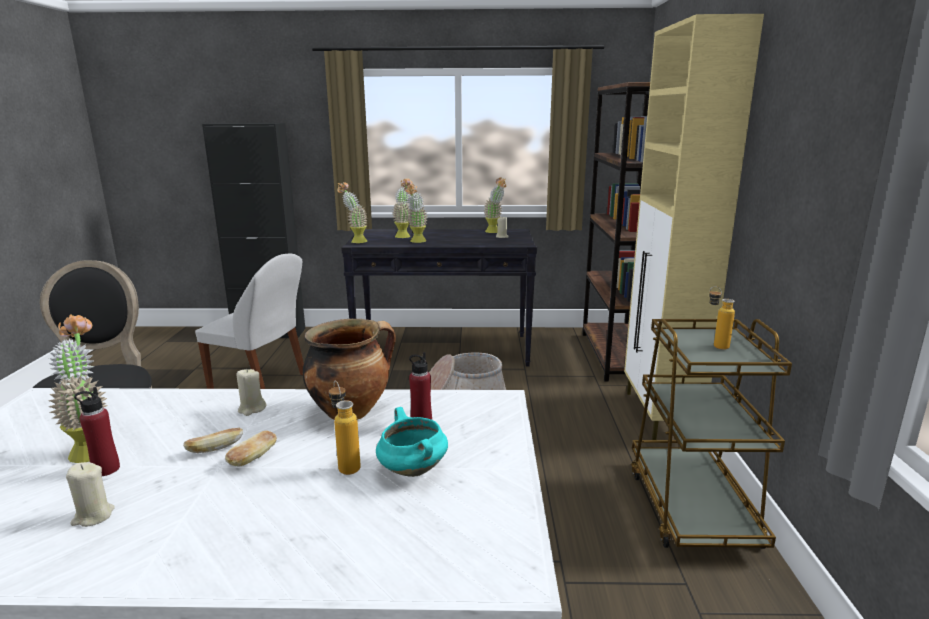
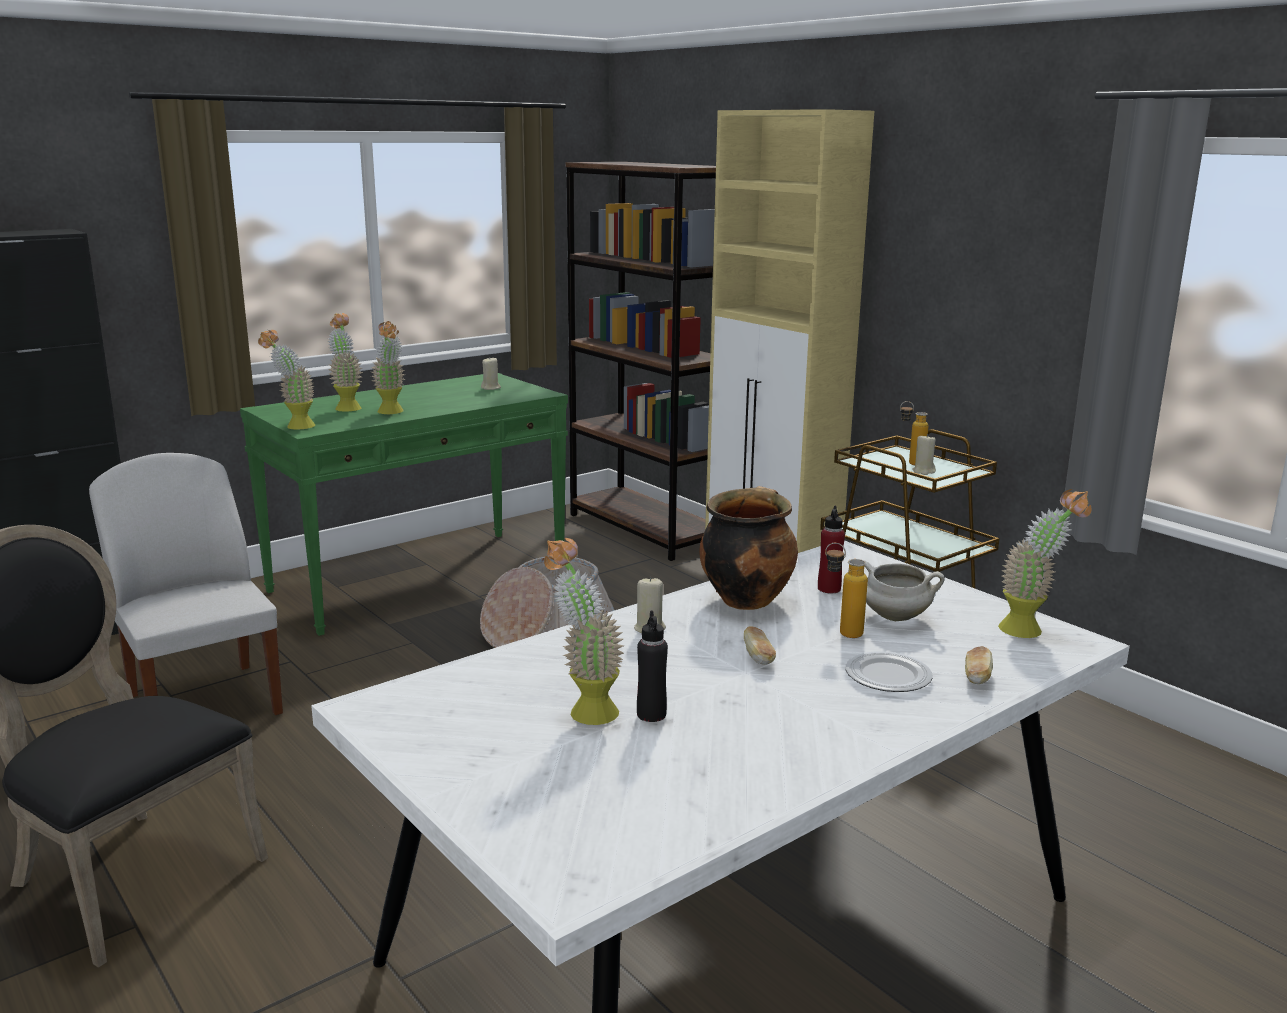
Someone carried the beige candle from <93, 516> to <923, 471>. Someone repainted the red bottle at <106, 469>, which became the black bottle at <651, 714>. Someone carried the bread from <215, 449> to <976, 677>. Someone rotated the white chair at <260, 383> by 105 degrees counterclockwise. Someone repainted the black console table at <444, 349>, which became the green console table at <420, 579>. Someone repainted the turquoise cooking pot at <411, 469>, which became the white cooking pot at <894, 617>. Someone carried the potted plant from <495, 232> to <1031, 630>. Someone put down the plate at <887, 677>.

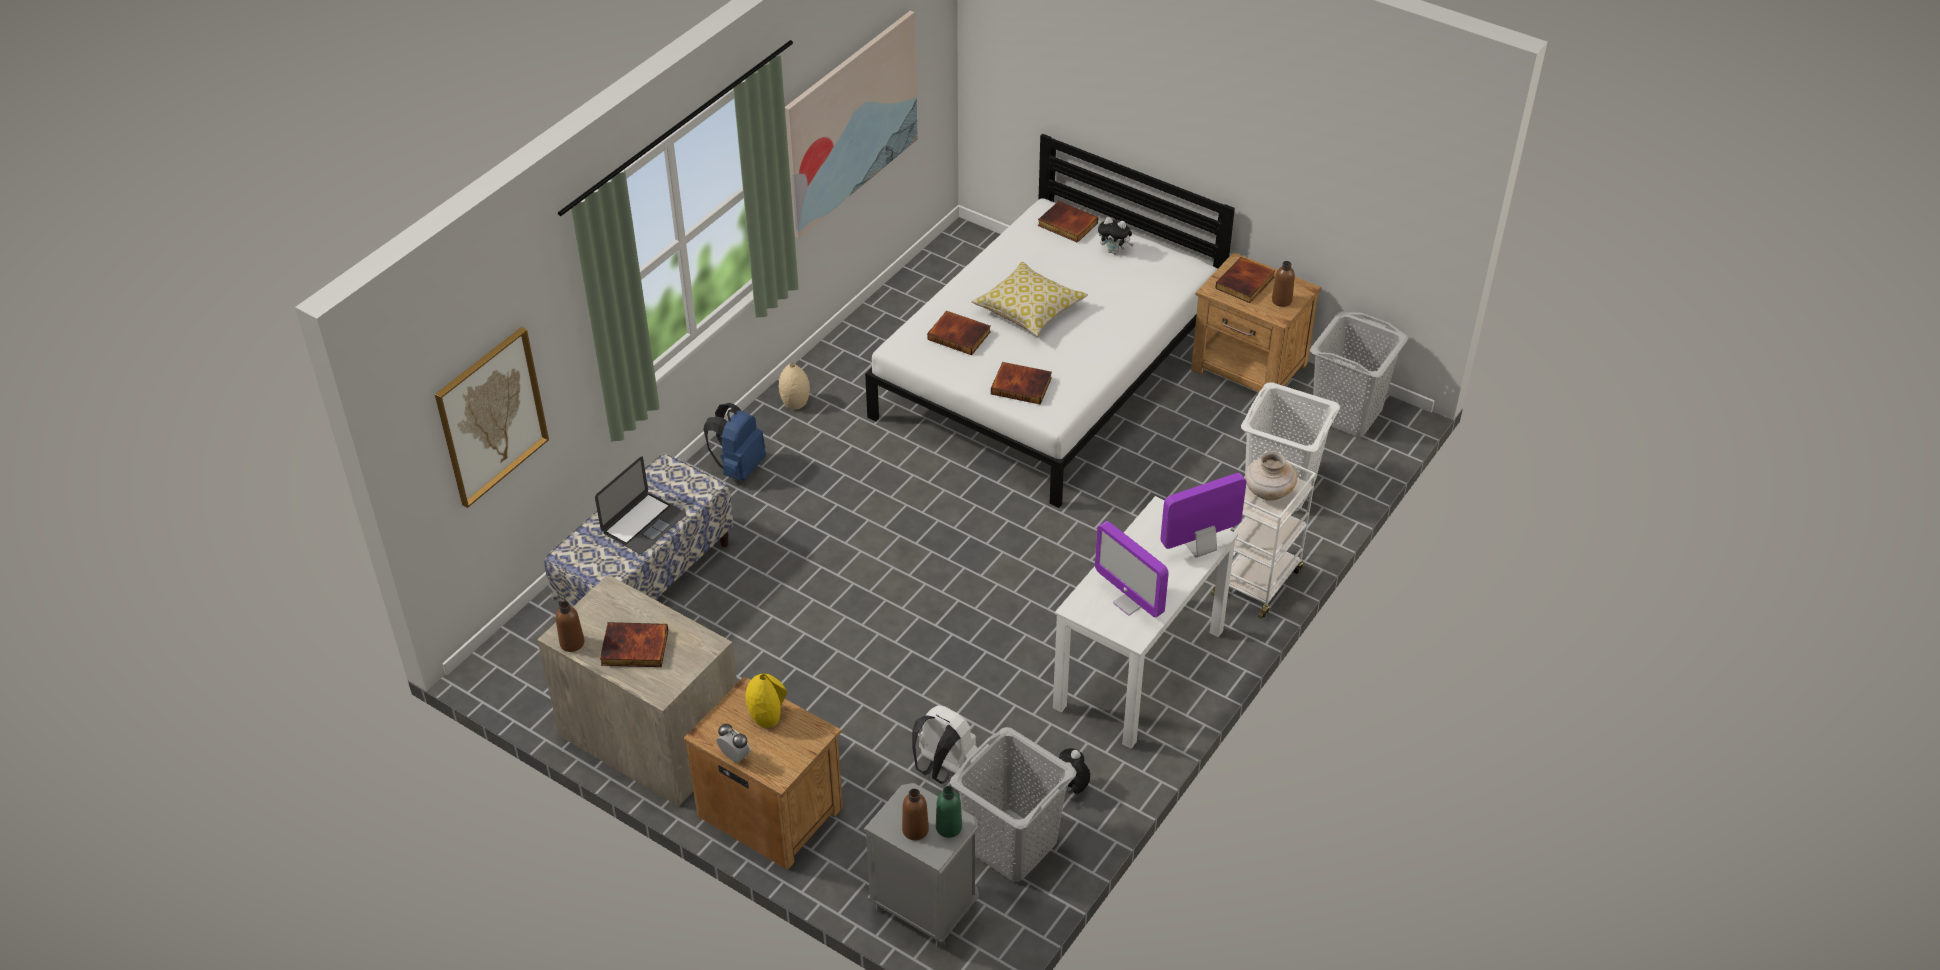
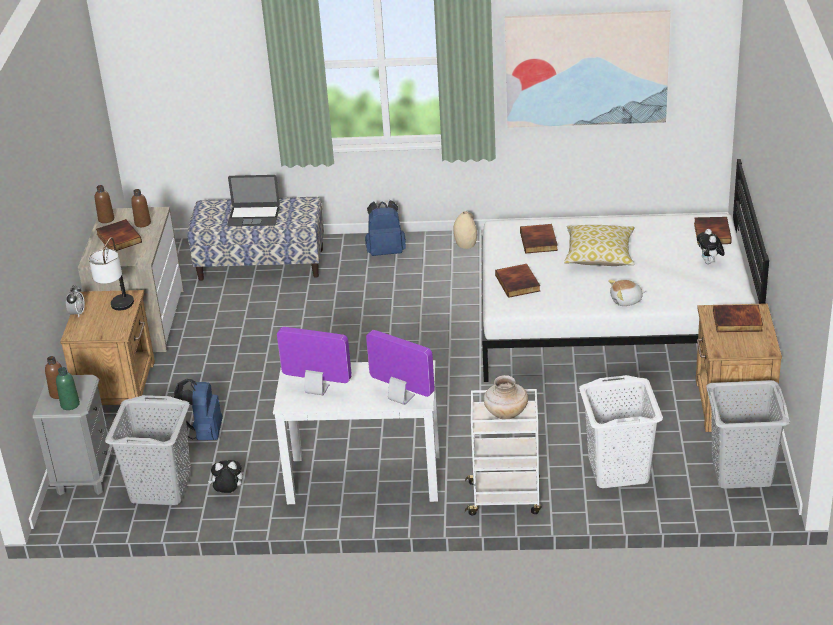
Someone took away the picture at <491, 416>. Someone swapped the yellow vase at <767, 715> for the table lamp at <118, 310>. Someone repainted the white backpack at <943, 768>, which became the blue backpack at <204, 434>. Someone rotated the monitor at <1129, 603> by 90 degrees clockwise. Someone carried the brown bottle from <1281, 300> to <142, 223>. Someone put down the plush toy at <626, 300>.

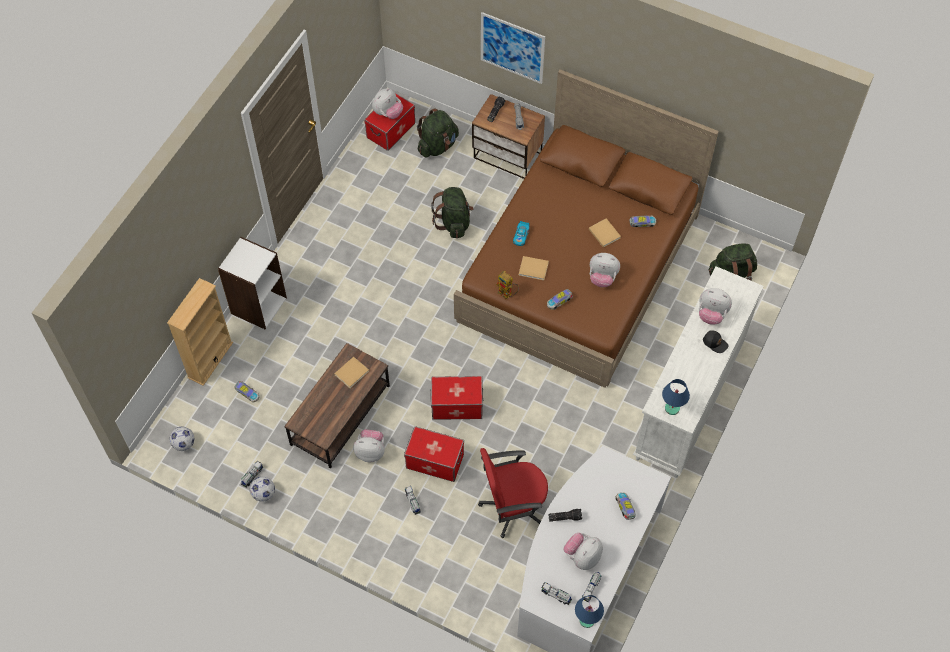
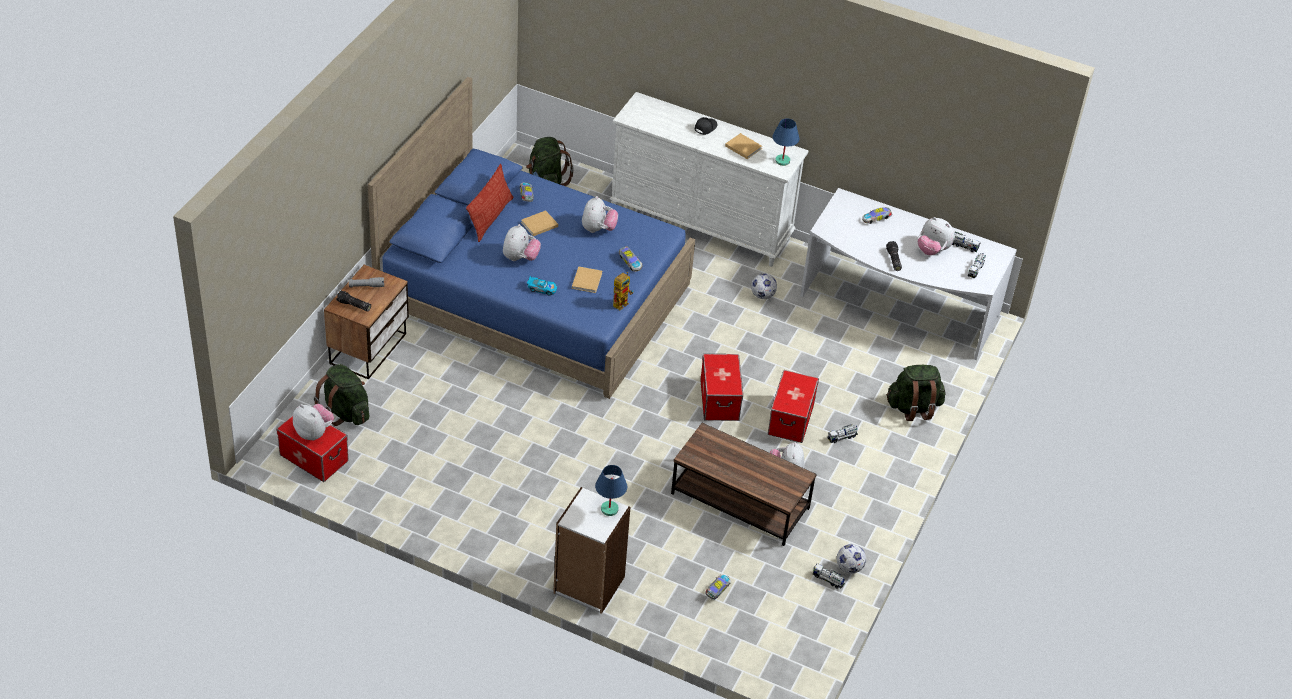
Someone took away the beige bookcase at <210, 360>. Someone carried the football from <184, 444> to <762, 295>. Someone carried the beige book from <352, 372> to <742, 147>. Someone carried the green backpack from <454, 222> to <913, 407>. Someone repainted the brown bed at <579, 267>, which became the blue bed at <534, 295>. Someone took away the red office chair at <512, 506>. Someone took away the picture at <512, 48>. Someone carried the blue table lamp from <587, 620> to <610, 509>. Someone carried the plush toy from <711, 314> to <520, 258>. Someone put down the pillow at <490, 218>.

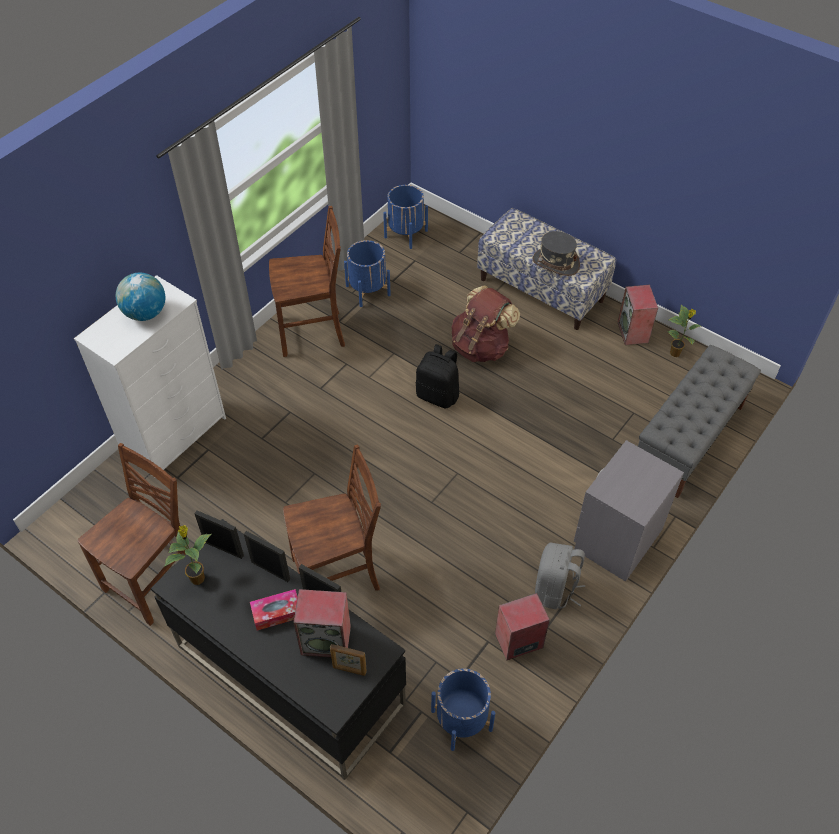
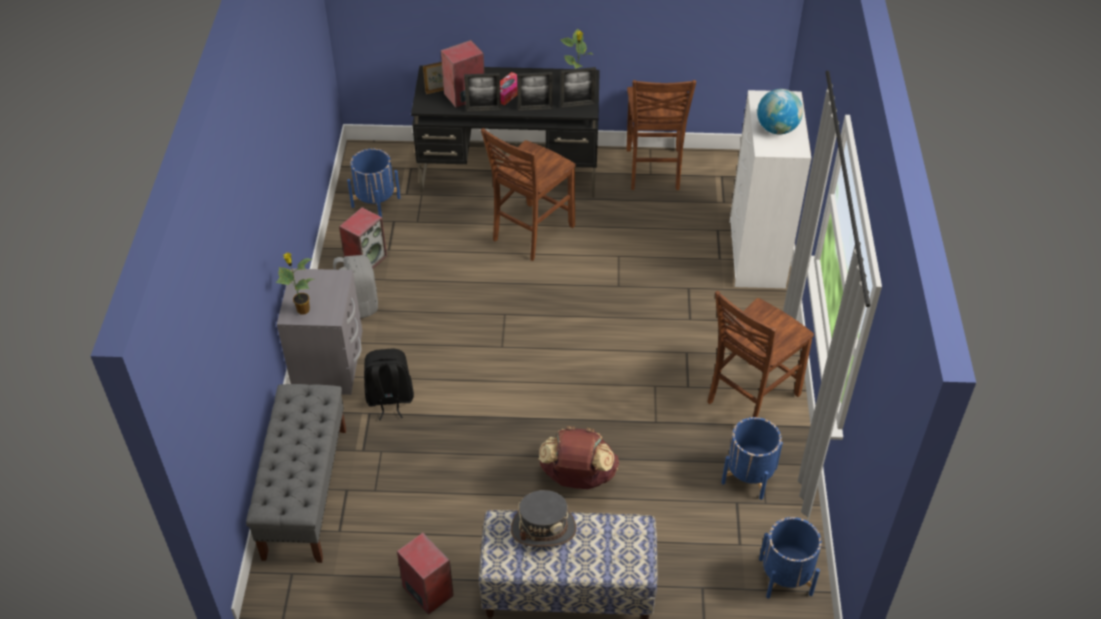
Someone carried the black backpack from <438, 395> to <389, 399>. Someone carried the potted plant from <676, 353> to <302, 310>.

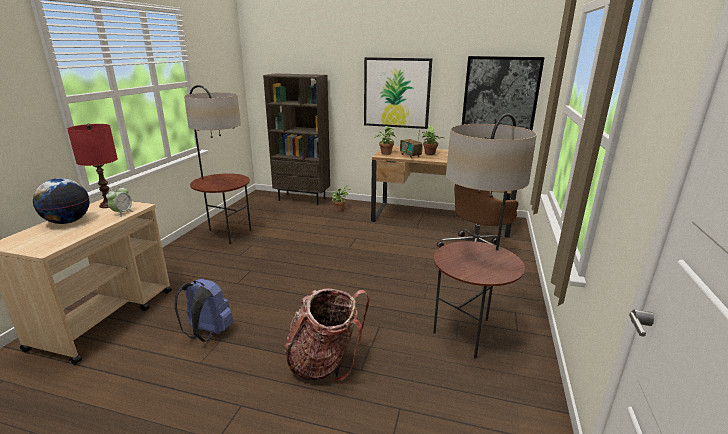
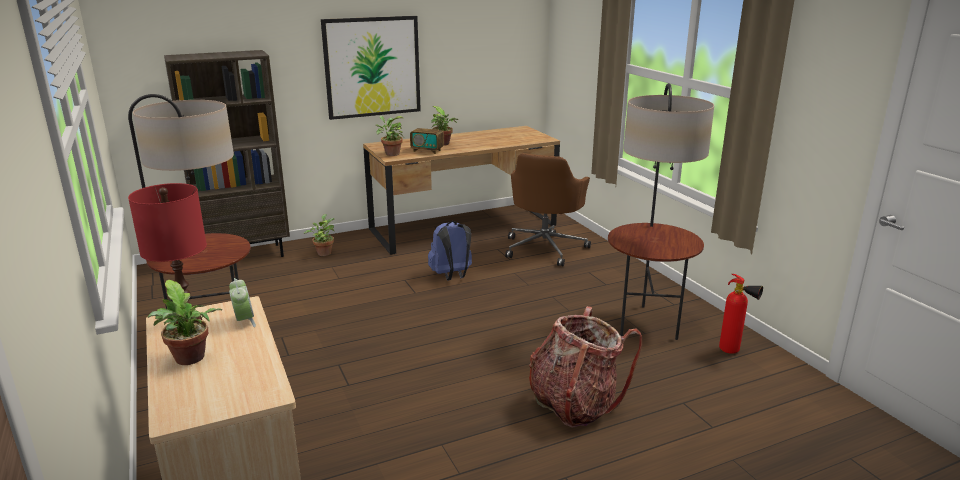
Someone swapped the globe at <68, 222> for the potted plant at <191, 360>. Someone carried the blue backpack from <207, 333> to <452, 276>. Someone took away the picture at <500, 94>. Someone put down the fire extinguisher at <733, 352>.

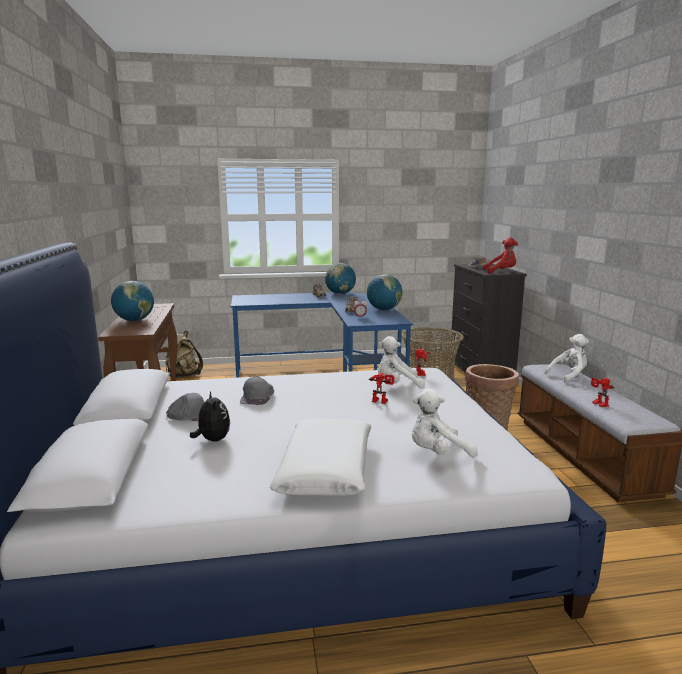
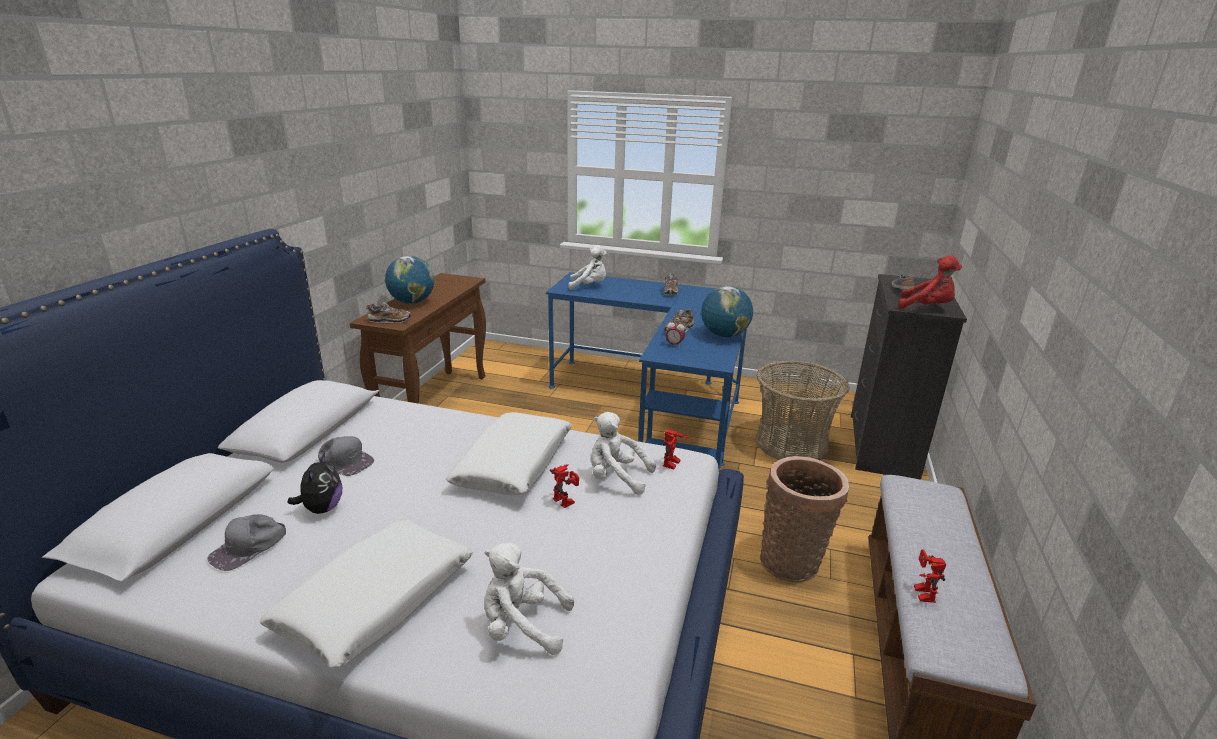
Someone took away the beige backpack at <183, 376>. Someone carried the grey cap from <258, 397> to <249, 547>. Someone took away the globe at <340, 294>. Someone carried the white plush toy from <569, 376> to <589, 286>. Someone put down the shoe at <389, 320>. Someone put down the white pillow at <514, 465>.

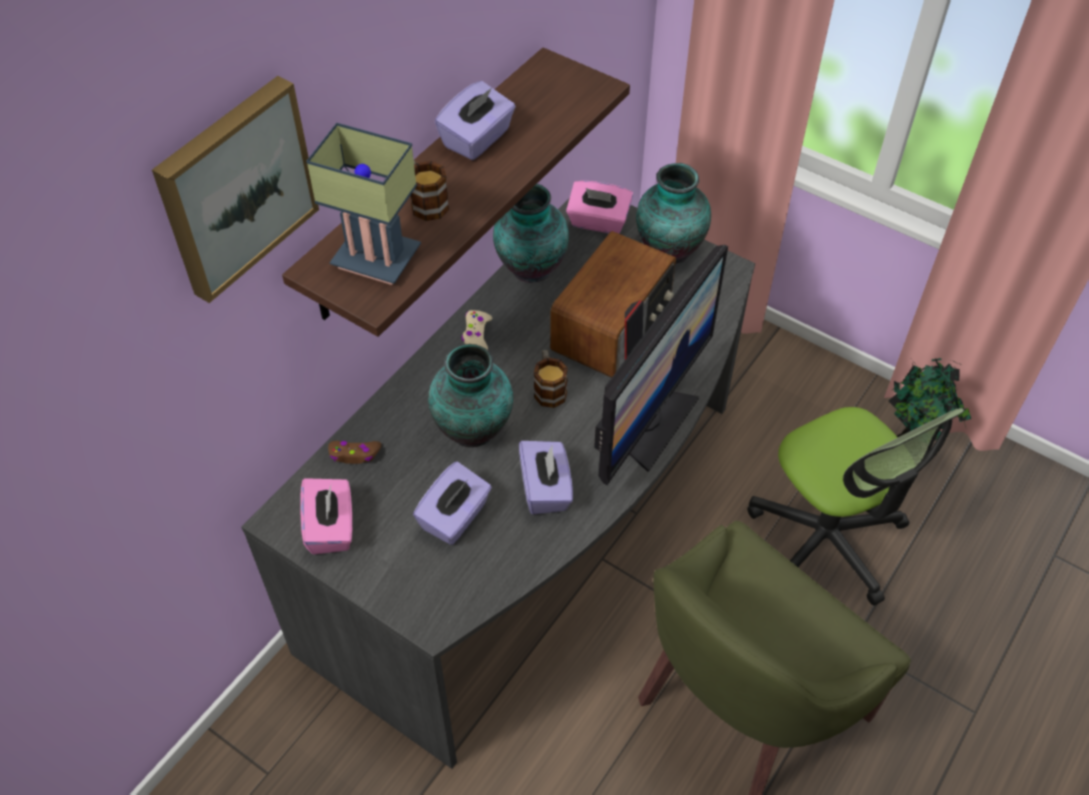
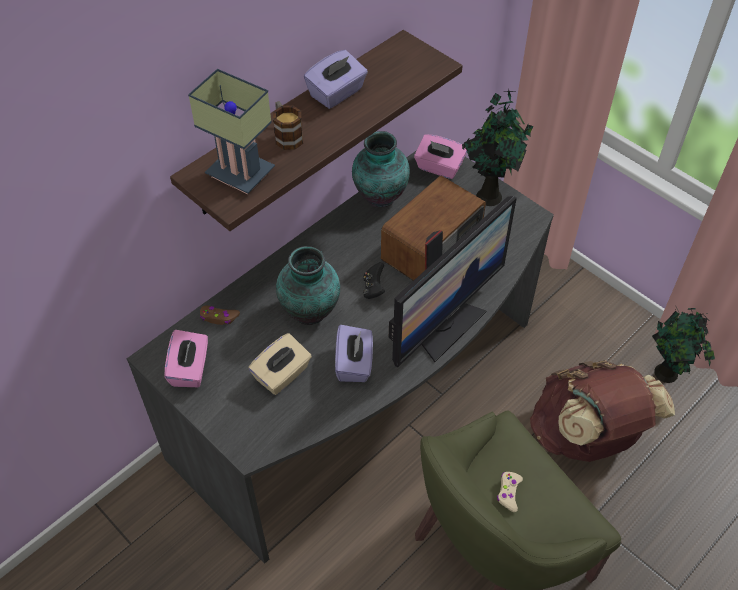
Someone took away the picture at <235, 187>. Someone repainted the purple tissue box at <455, 517>, which became the beige tissue box at <282, 375>. Someone carried the beige game controller from <477, 334> to <508, 493>. Someone swapped the mug at <549, 388> for the black game controller at <373, 288>. Someone swapped the vase at <669, 248> for the potted plant at <489, 194>. Someone swapped the office chair at <826, 540> for the brown backpack at <585, 437>.

